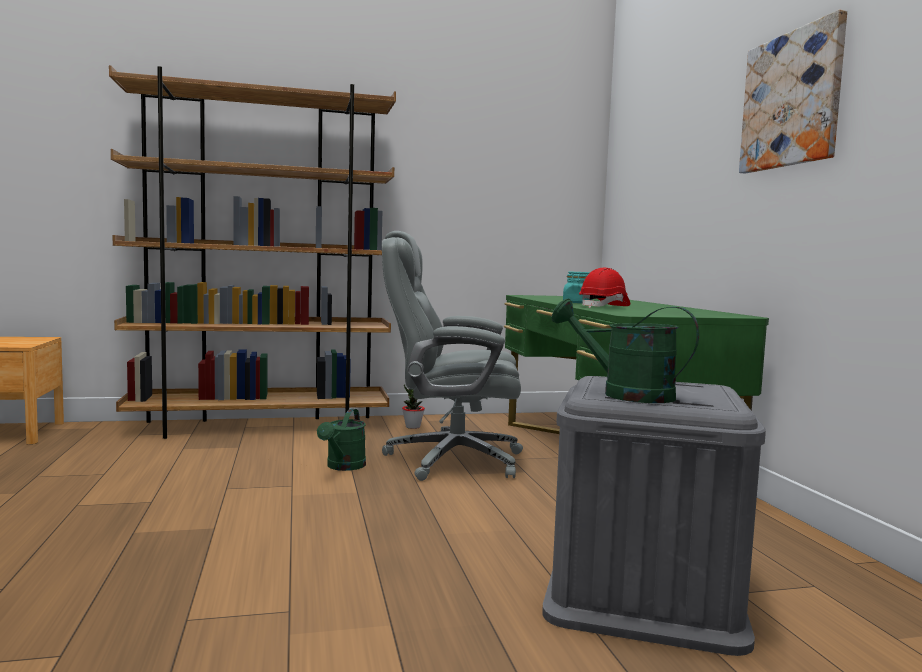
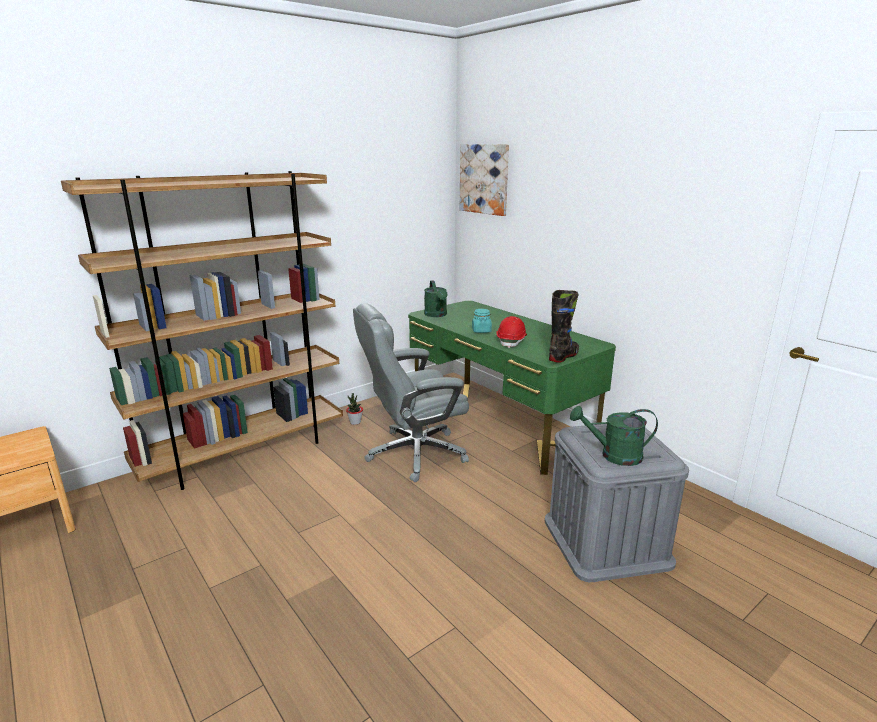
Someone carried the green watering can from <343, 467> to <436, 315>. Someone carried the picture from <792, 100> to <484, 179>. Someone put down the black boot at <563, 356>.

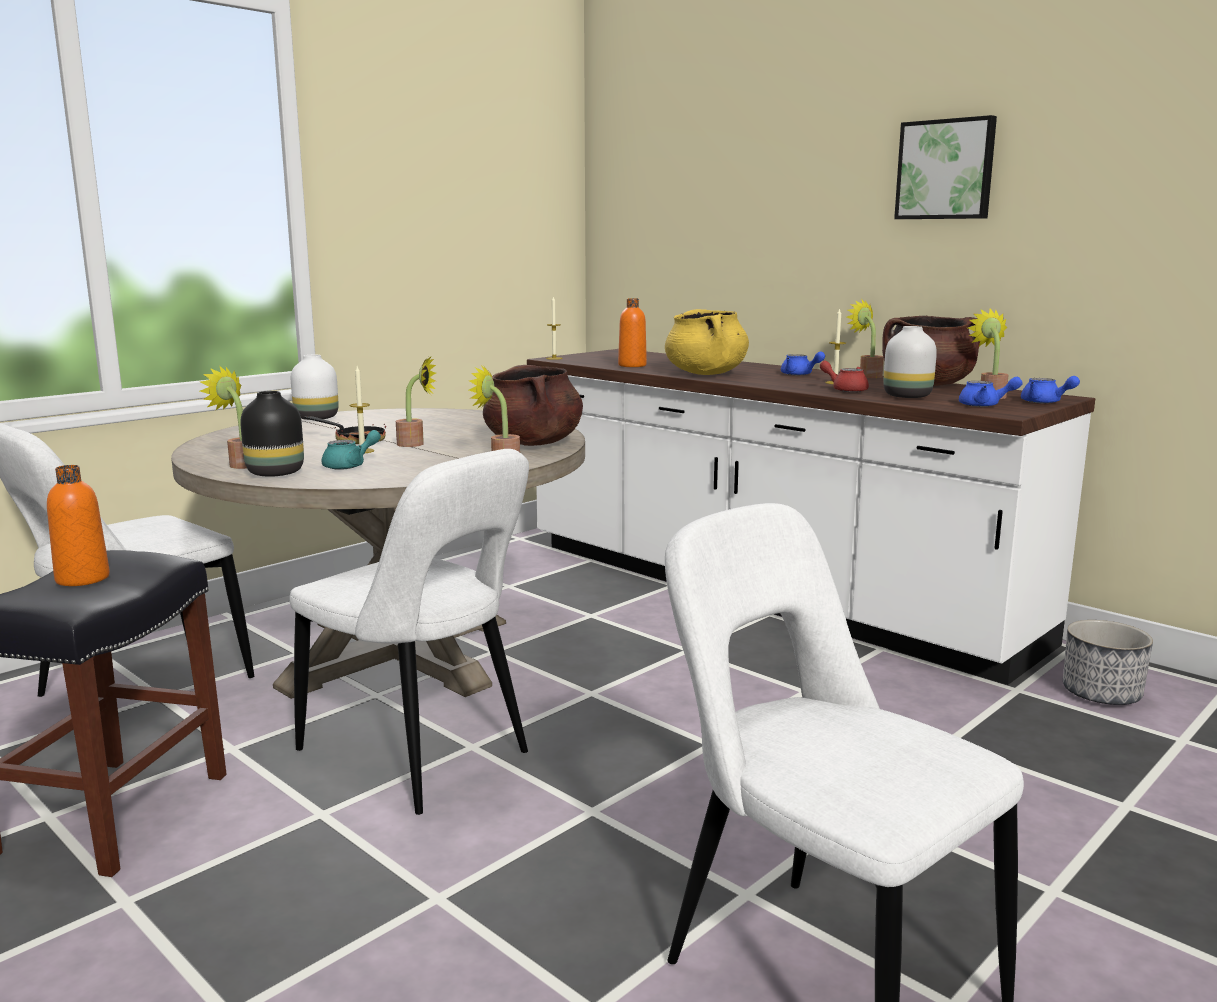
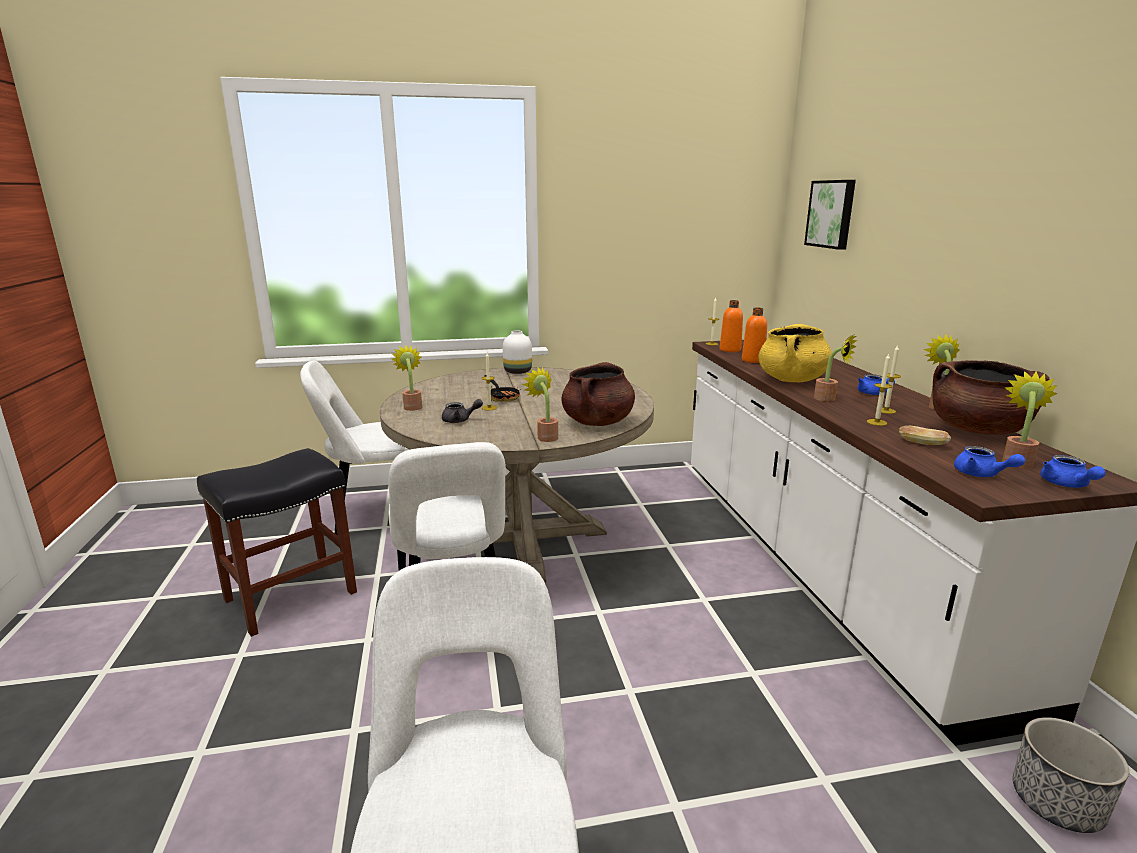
Someone carried the orange bottle from <82, 579> to <730, 350>. Someone took away the black vase at <274, 473>. Someone repainted the turquoise teapot at <350, 466>, which became the grey teapot at <460, 420>. Someone carried the potted plant from <416, 444> to <829, 399>. Someone swapped the red teapot at <845, 390> for the candle at <876, 422>. Someone swapped the white vase at <908, 396> for the bread at <922, 443>. Someone carried the picture from <946, 170> to <832, 214>.

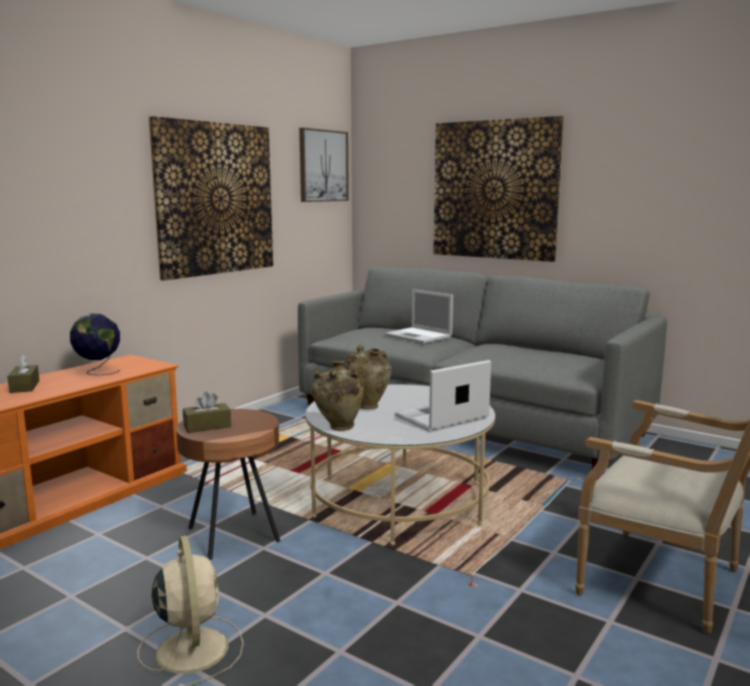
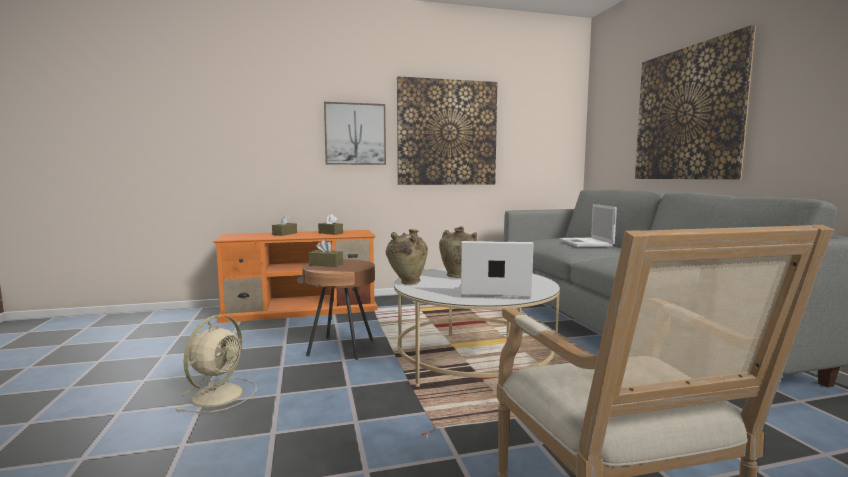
Someone swapped the globe at <98, 372> for the brown tissue box at <330, 233>. Someone carried the picture from <323, 166> to <355, 134>.

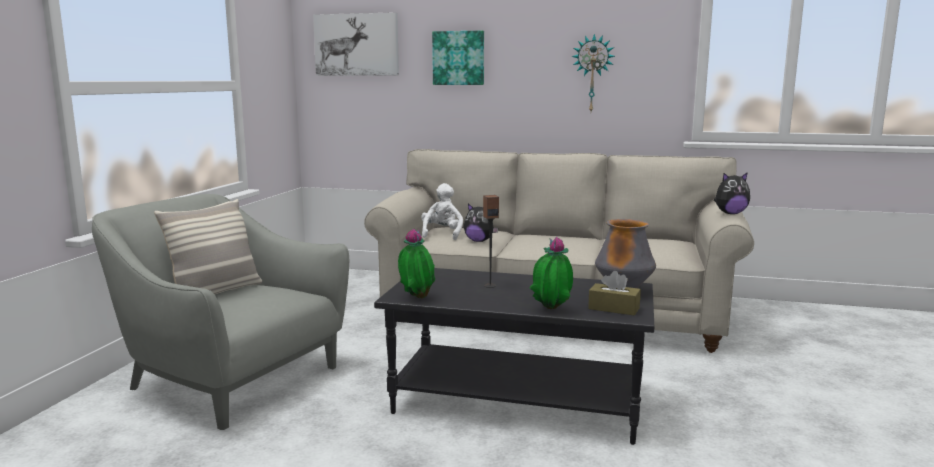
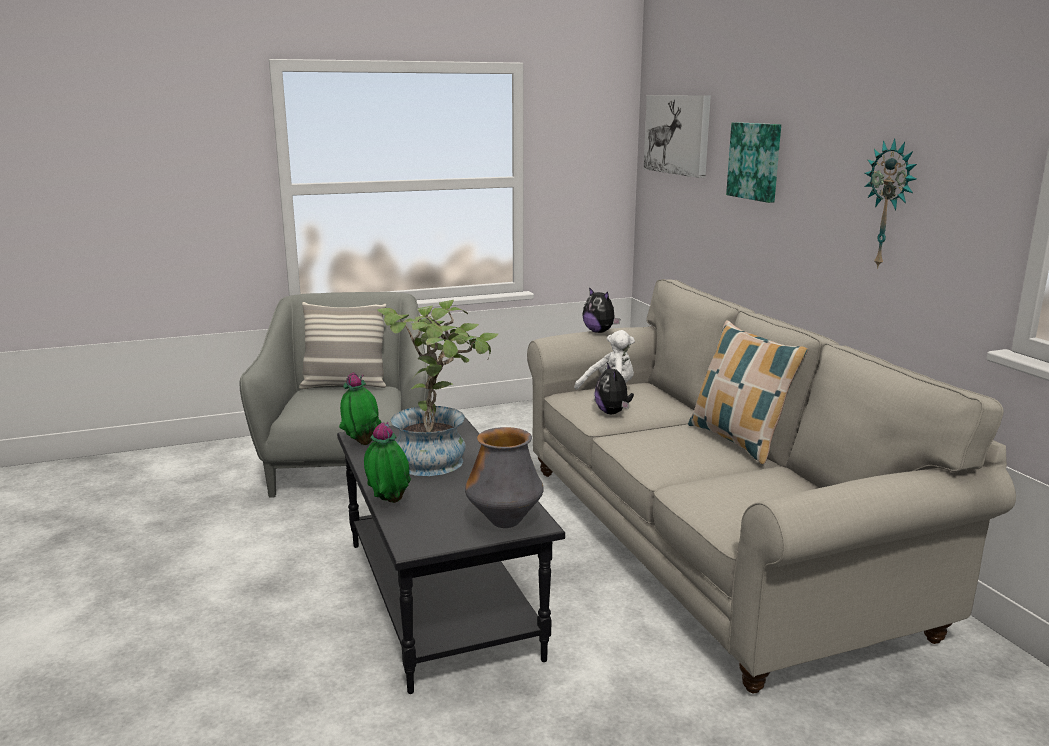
Someone swapped the speaker at <490, 285> for the potted plant at <439, 459>. Someone took away the brown tissue box at <614, 308>. Someone carried the plush toy from <730, 213> to <599, 332>. Someone put down the pillow at <738, 441>.

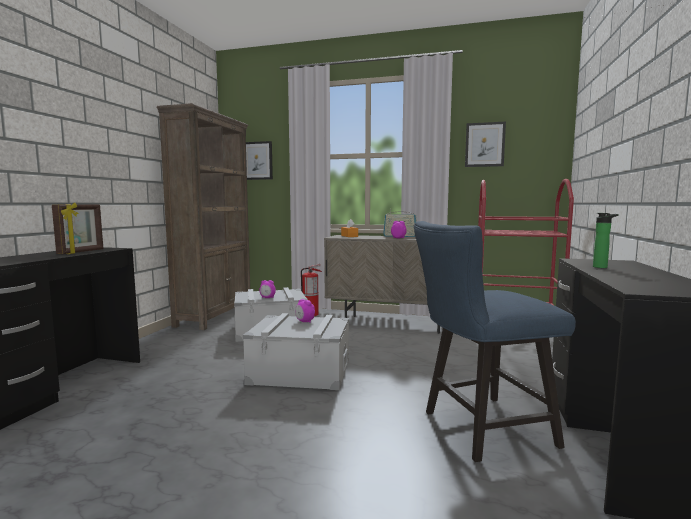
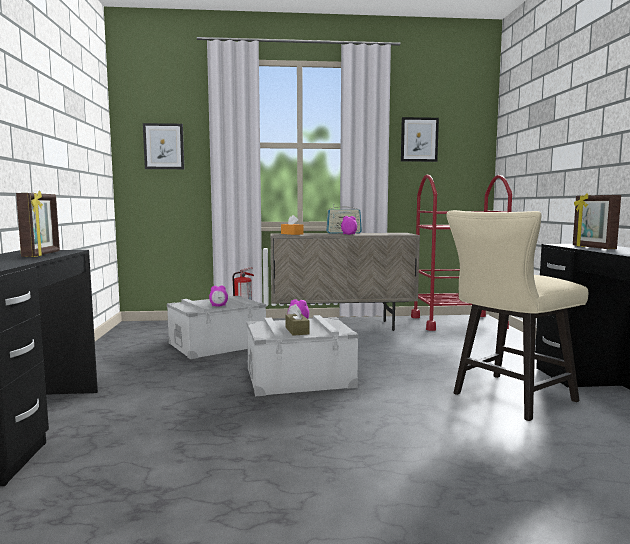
Someone took away the brown bookcase at <215, 316>. Someone repainted the blue chair at <479, 429>, which became the beige chair at <507, 398>. Someone swapped the bottle at <602, 267> for the picture frame at <592, 248>. Someone put down the brown tissue box at <297, 331>.

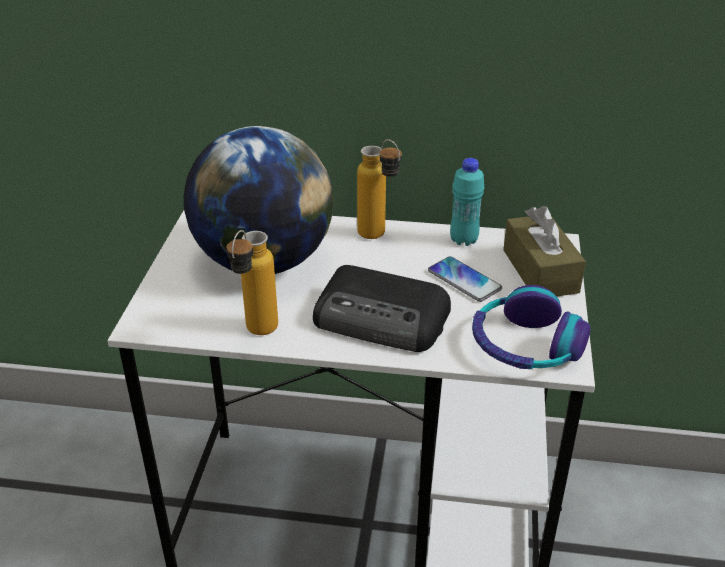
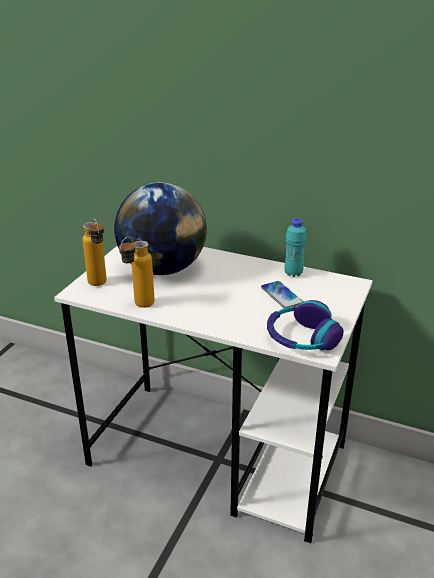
Someone took away the radio at <382, 319>. Someone carried the bottle from <379, 237> to <99, 285>. Someone took away the brown tissue box at <540, 271>.

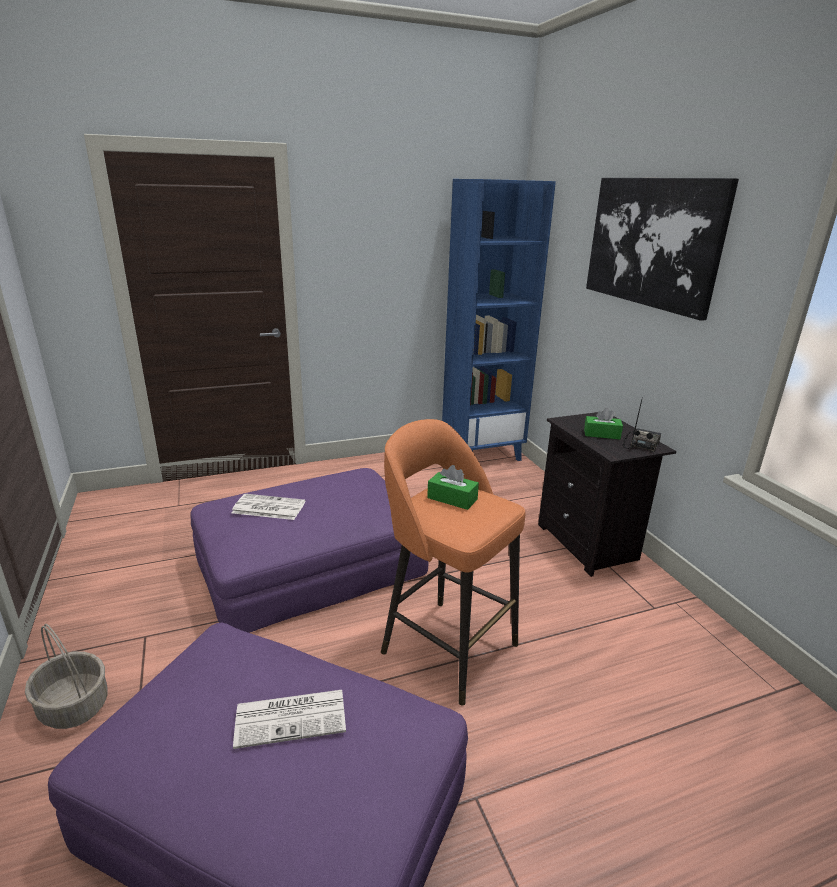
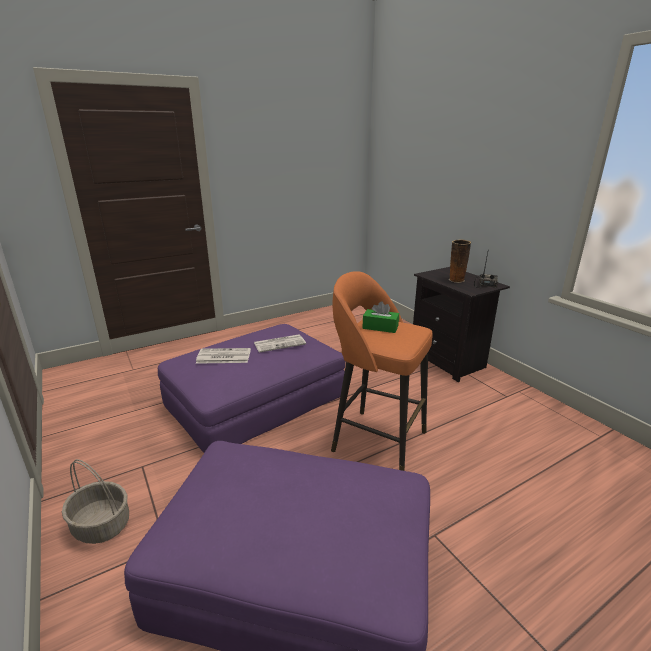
Someone carried the newspaper from <292, 717> to <280, 343>. Someone took away the blue bookcase at <482, 453>. Someone swapped the green tissue box at <601, 434> for the vase at <456, 280>. Someone took away the picture at <652, 242>.

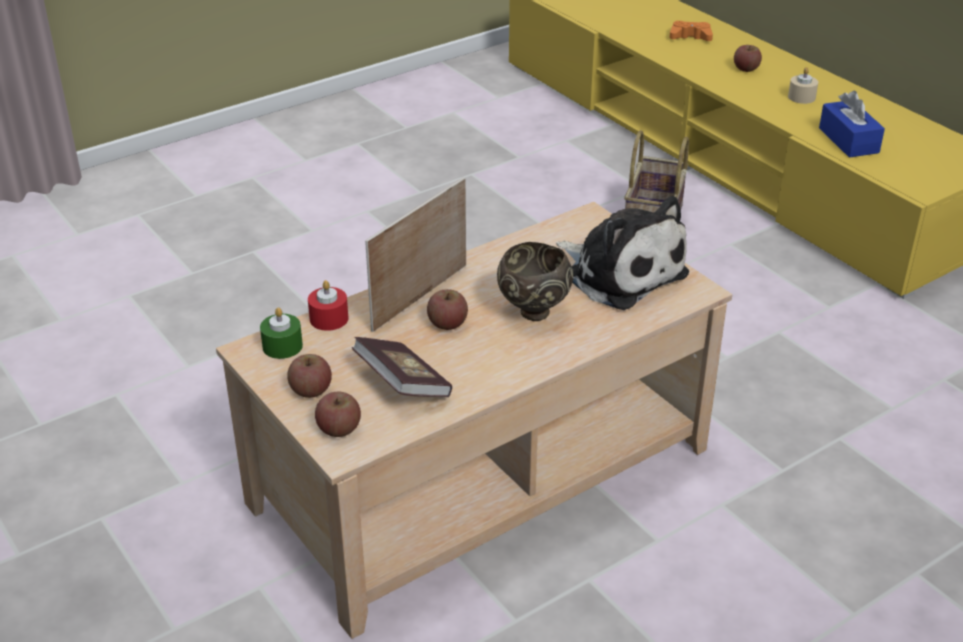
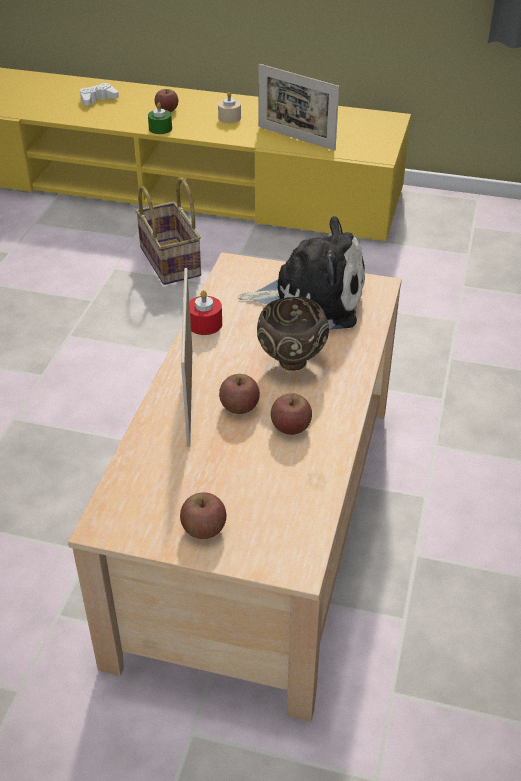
Someone carried the green candle from <282, 346> to <160, 129>. Someone carried the red candle from <329, 318> to <205, 324>. Someone carried the apple from <339, 429> to <290, 427>. Someone took away the book at <402, 384>. Someone repainted the orange game controller at <690, 37>, which became the white game controller at <98, 99>. Someone swapped the blue tissue box at <848, 140> for the picture frame at <296, 138>.

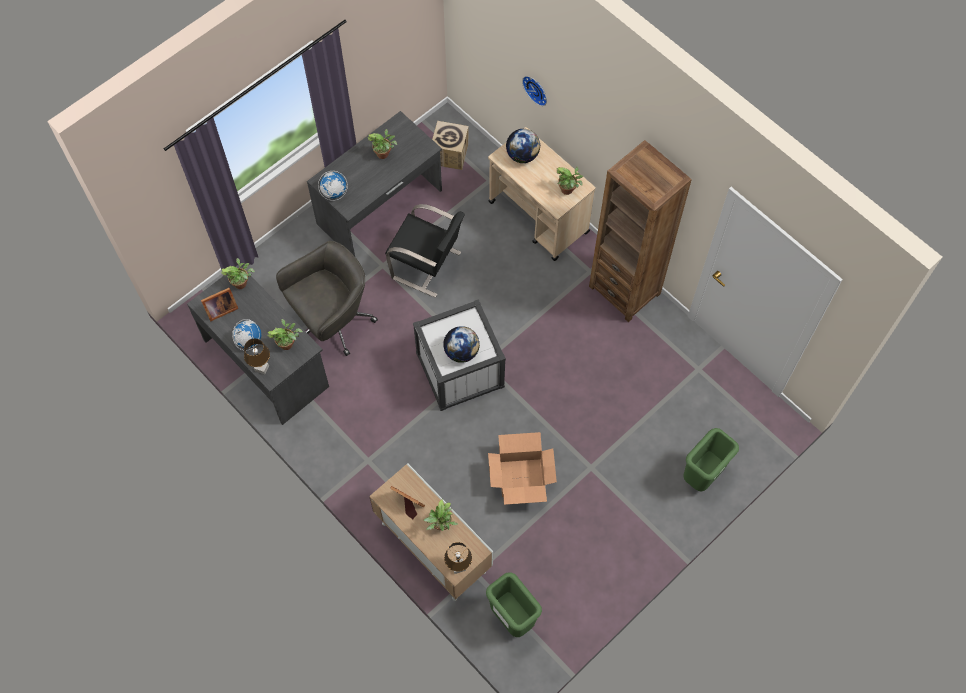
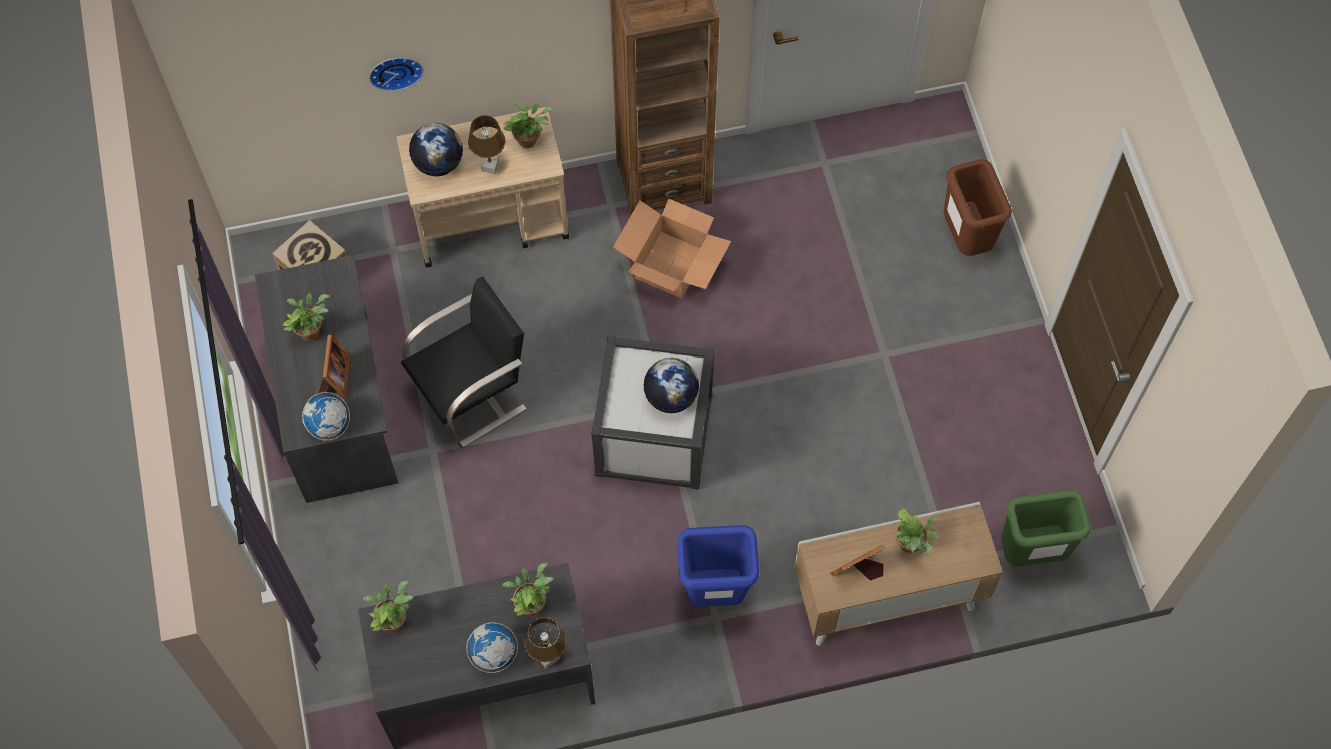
Someone carried the picture frame from <220, 309> to <336, 377>. Someone took away the grey office chair at <332, 321>. Someone carried the brown table lamp from <458, 567> to <490, 166>. Someone carried the cardboard box from <521, 478> to <672, 265>. Someone repainted the green trash can at <702, 474>, which became the brown trash can at <965, 237>. Someone put down the blue trash can at <716, 593>.

